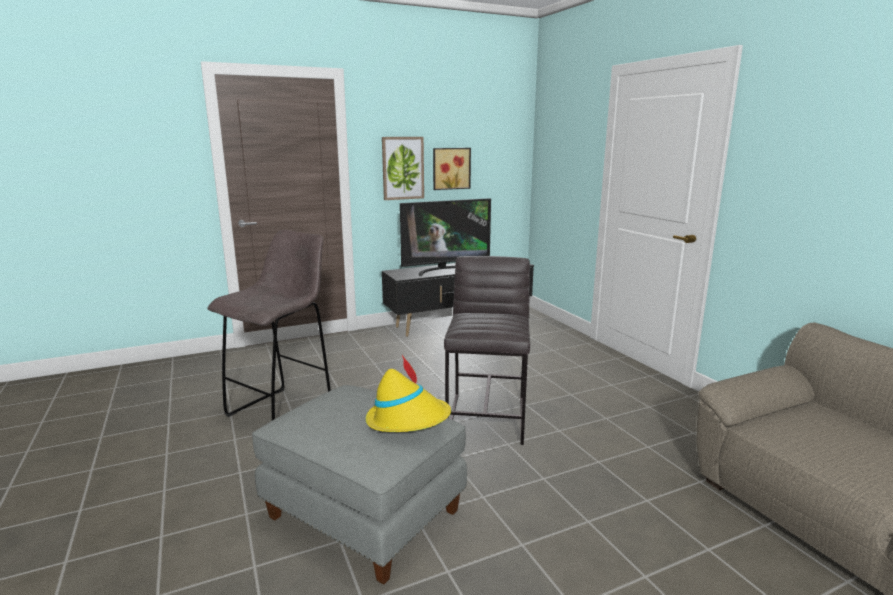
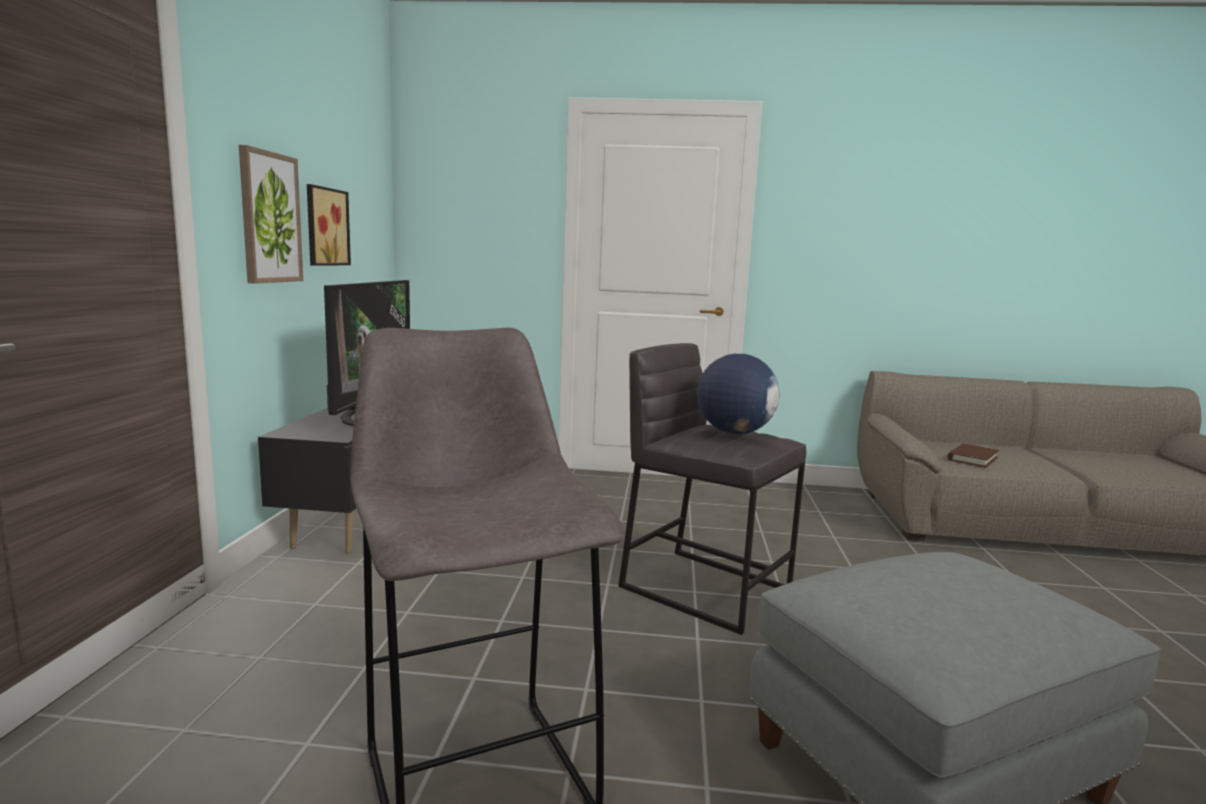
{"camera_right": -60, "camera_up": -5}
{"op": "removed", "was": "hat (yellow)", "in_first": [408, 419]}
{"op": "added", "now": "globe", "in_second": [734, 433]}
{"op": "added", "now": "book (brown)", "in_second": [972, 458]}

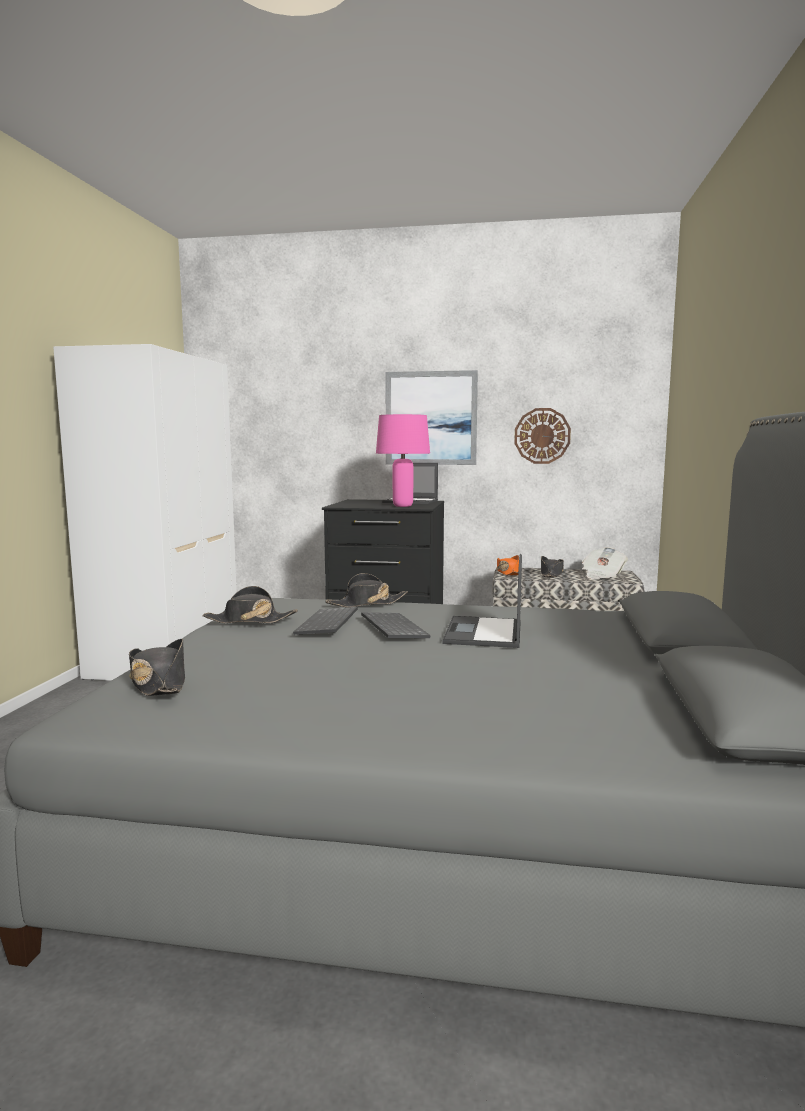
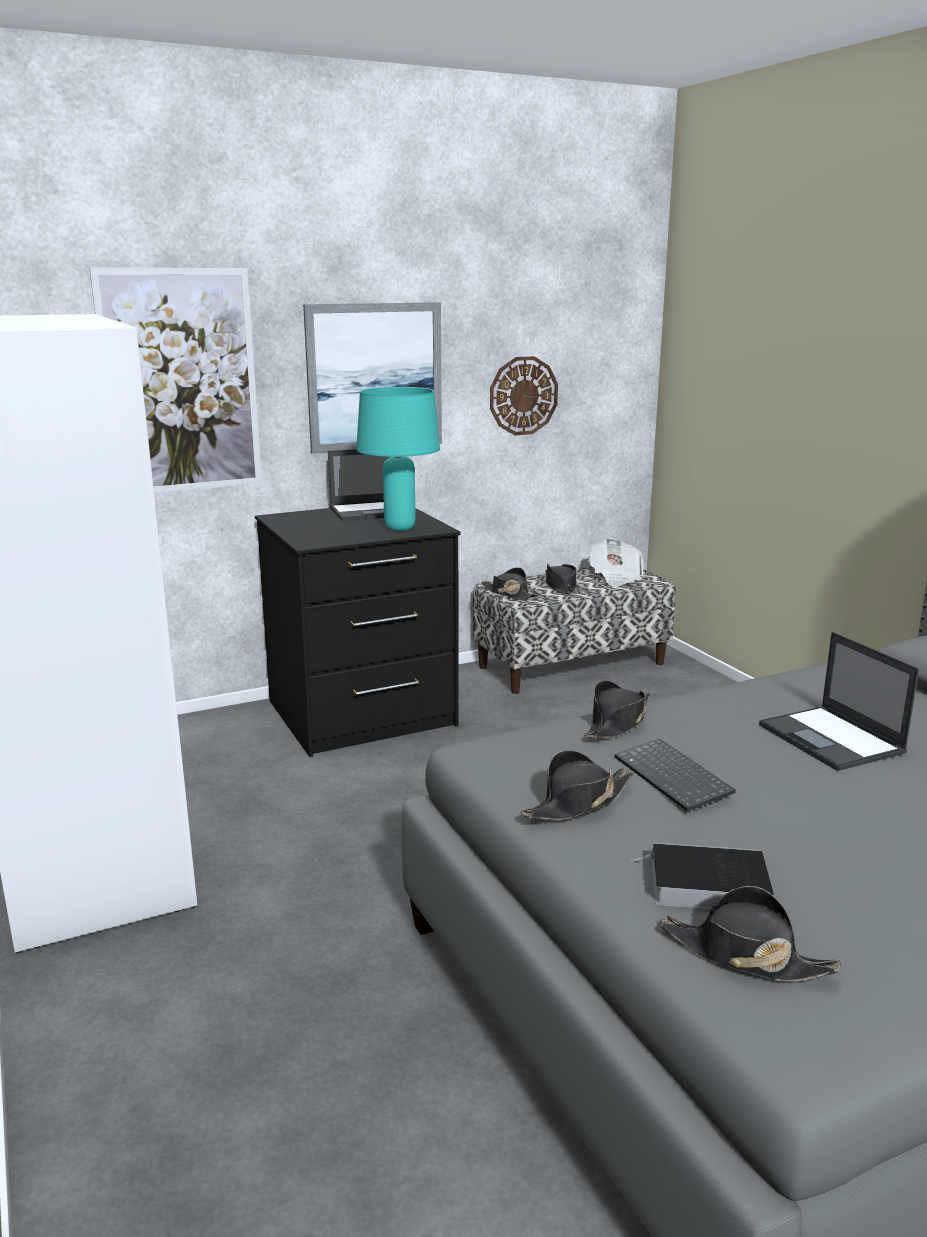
{"camera_right": -35, "camera_up": 10}
{"op": "removed", "was": "keyboard", "in_first": [391, 627]}
{"op": "added", "now": "picture", "in_second": [181, 382]}
{"op": "added", "now": "book", "in_second": [705, 885]}
{"op": "recoloured", "was": "table lamp (pink)", "now": "table lamp (turquoise)", "in_first": [402, 506], "in_second": [399, 528]}
{"op": "recoloured", "was": "hat (orange)", "now": "hat (black)", "in_first": [507, 572], "in_second": [509, 594]}

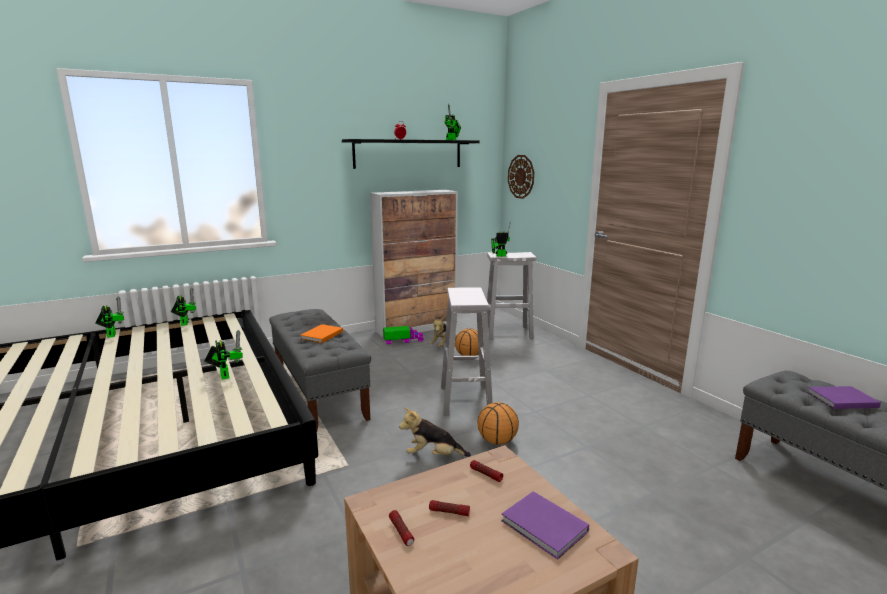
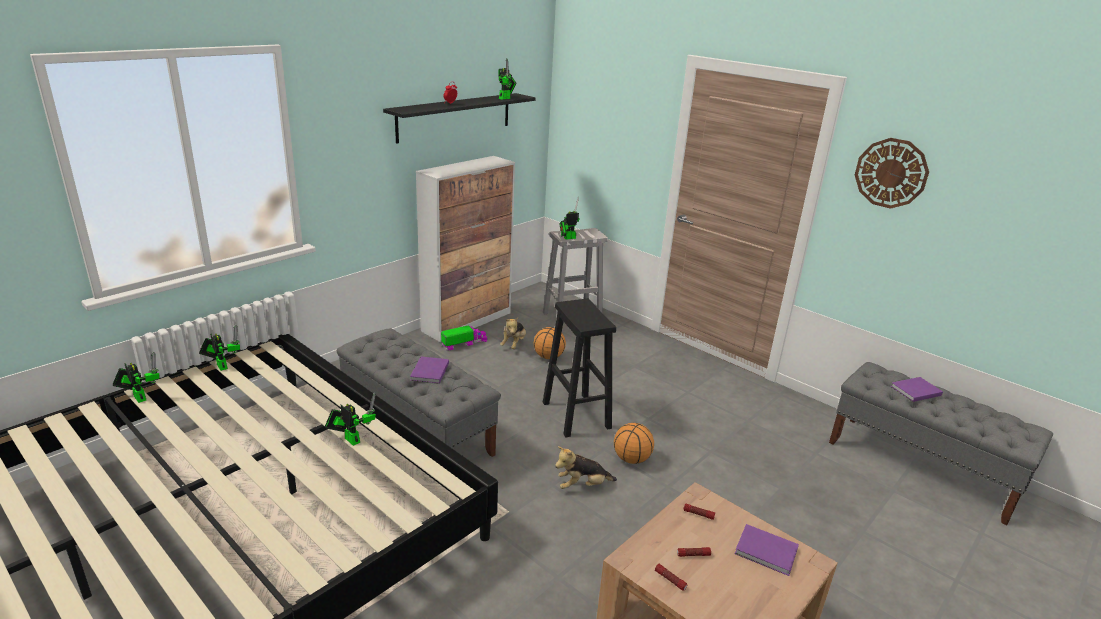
{"camera_right": -20, "camera_up": 10}
{"op": "moved", "was": "wall clock", "in_first": [521, 176], "in_second": [891, 173]}
{"op": "recoloured", "was": "book (orange)", "now": "book (purple)", "in_first": [321, 335], "in_second": [429, 372]}
{"op": "recoloured", "was": "stool (white)", "now": "stool (black)", "in_first": [465, 400], "in_second": [577, 416]}

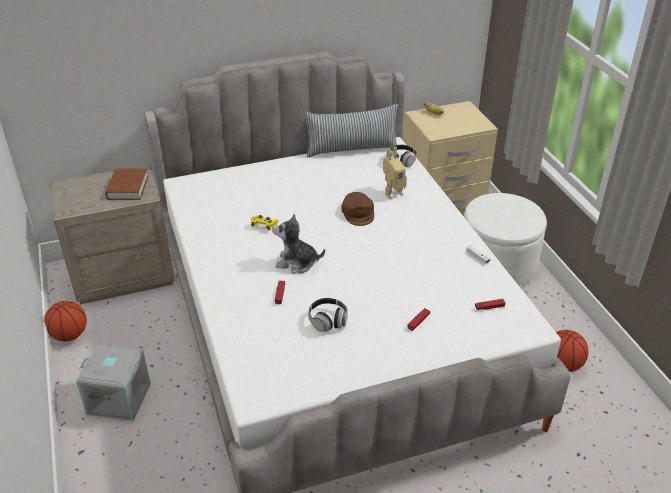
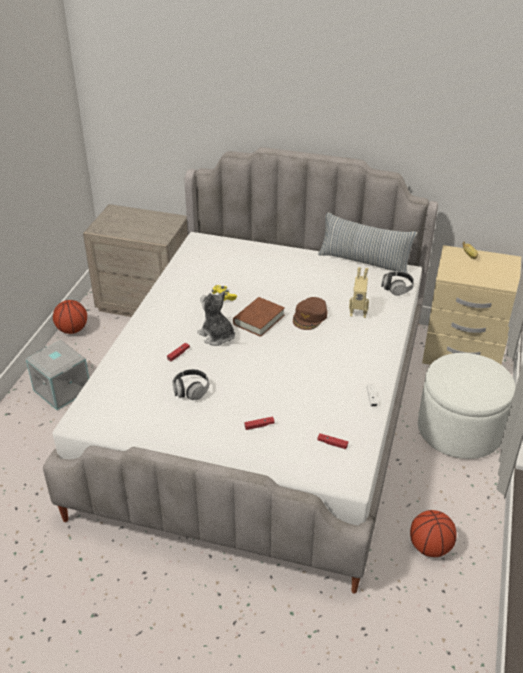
{"camera_right": 35, "camera_up": 0}
{"op": "moved", "was": "book (brown)", "in_first": [127, 188], "in_second": [259, 320]}

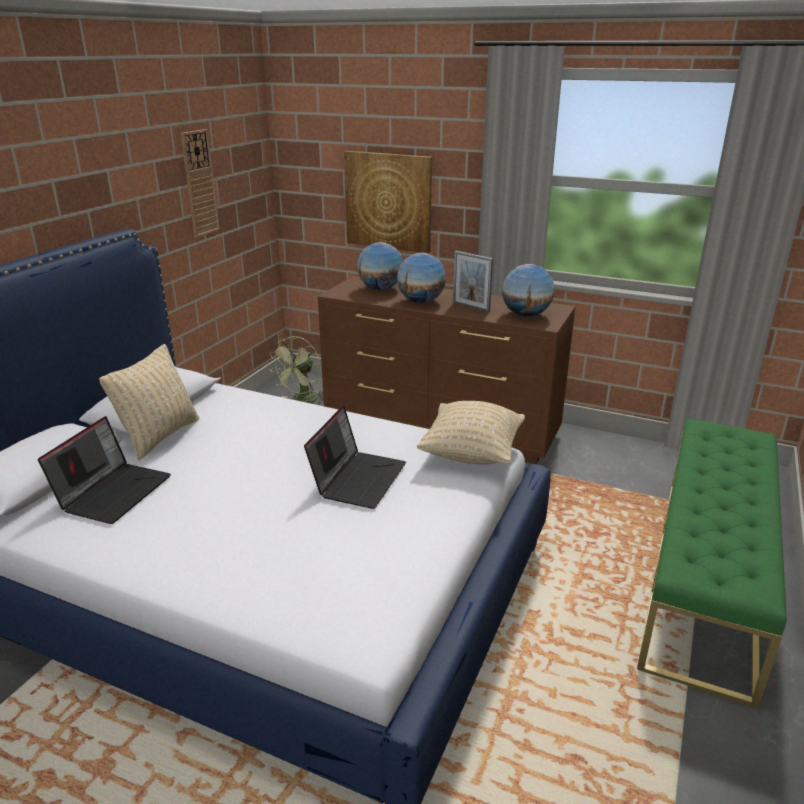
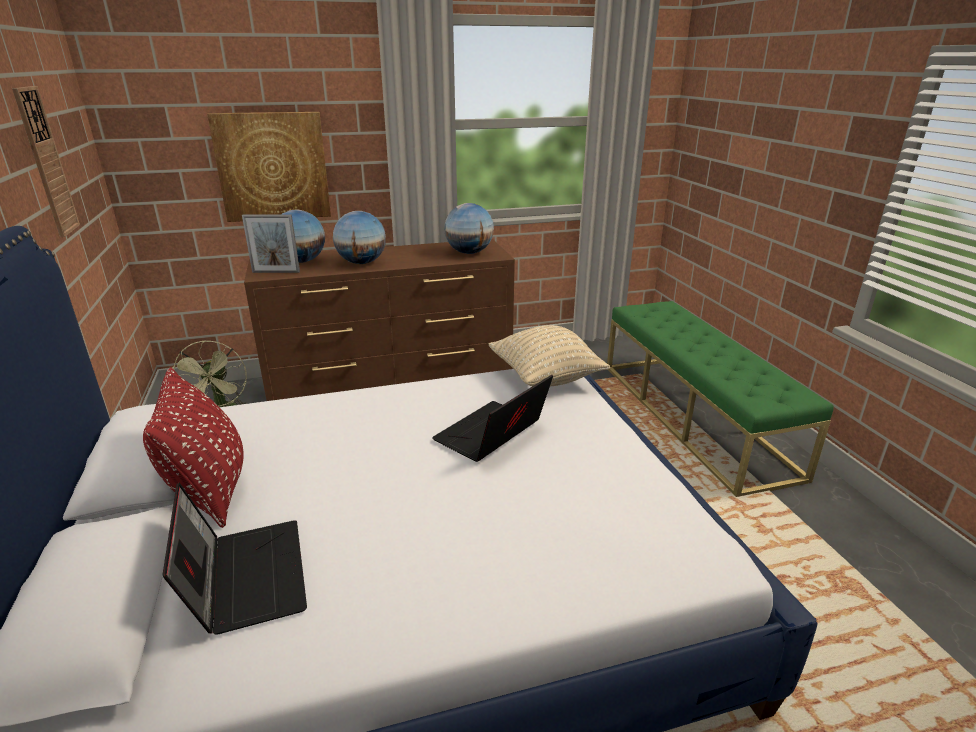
{"camera_right": -40, "camera_up": 0}
{"op": "moved", "was": "picture frame", "in_first": [471, 307], "in_second": [276, 272]}
{"op": "recoloured", "was": "pillow (beige)", "now": "pillow (red)", "in_first": [160, 436], "in_second": [210, 491]}
{"op": "turned", "was": "laptop", "in_first": [358, 478], "in_second": [492, 435], "clockwise": -120}

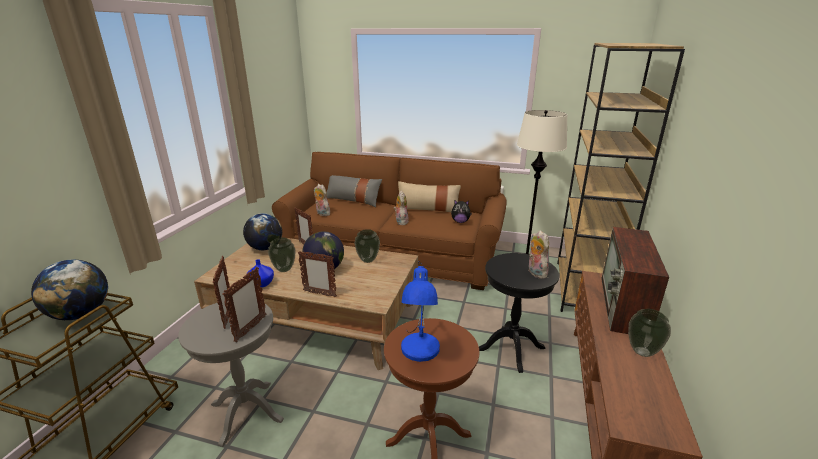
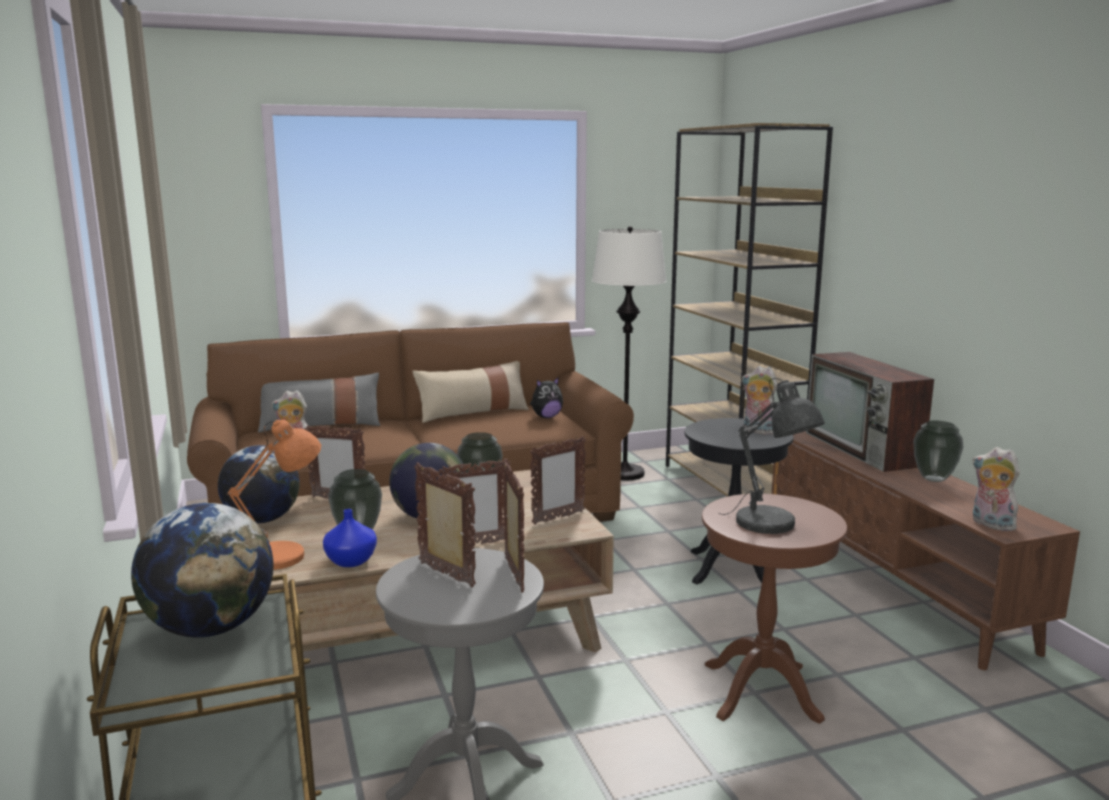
{"camera_right": -35, "camera_up": -10}
{"op": "added", "now": "table lamp (orange)", "in_second": [284, 556]}
{"op": "added", "now": "picture frame", "in_second": [558, 518]}
{"op": "moved", "was": "plush toy", "in_first": [401, 221], "in_second": [990, 524]}
{"op": "recoloured", "was": "table lamp (blue)", "now": "table lamp (grey)", "in_first": [419, 352], "in_second": [770, 525]}

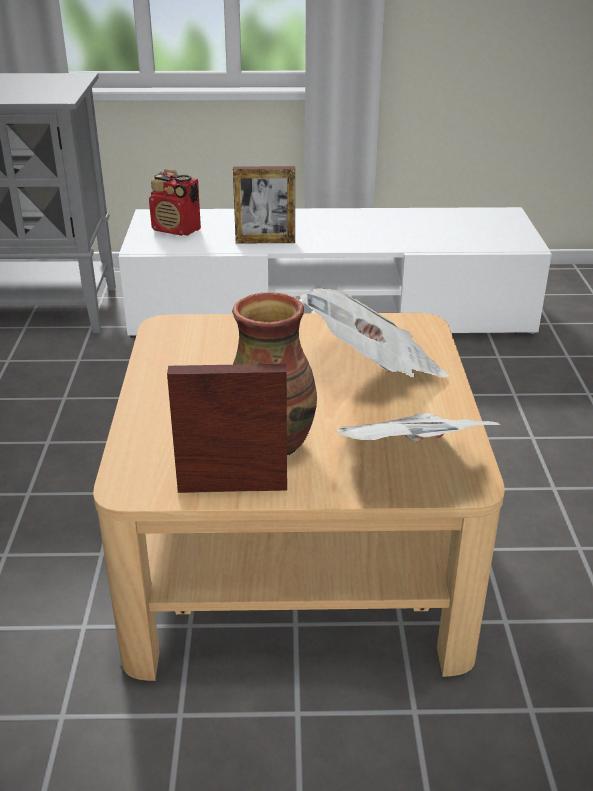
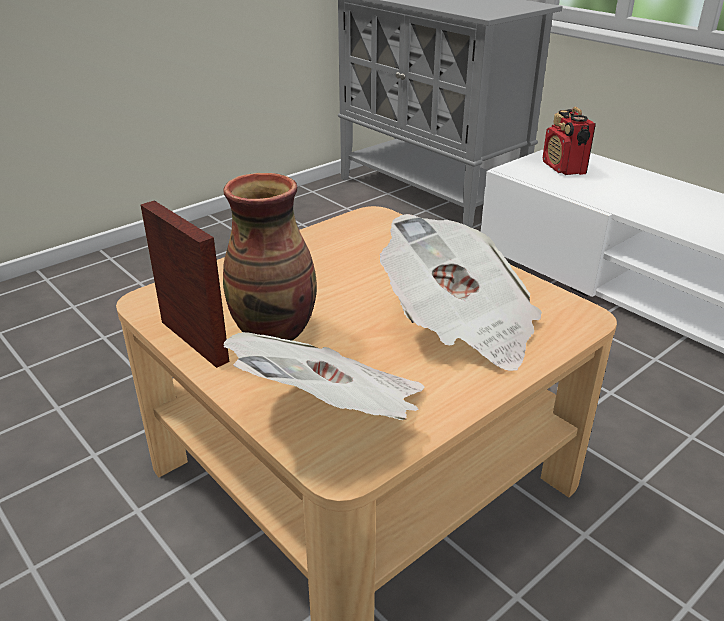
{"camera_right": 50, "camera_up": 0}
{"op": "removed", "was": "picture frame", "in_first": [265, 241]}

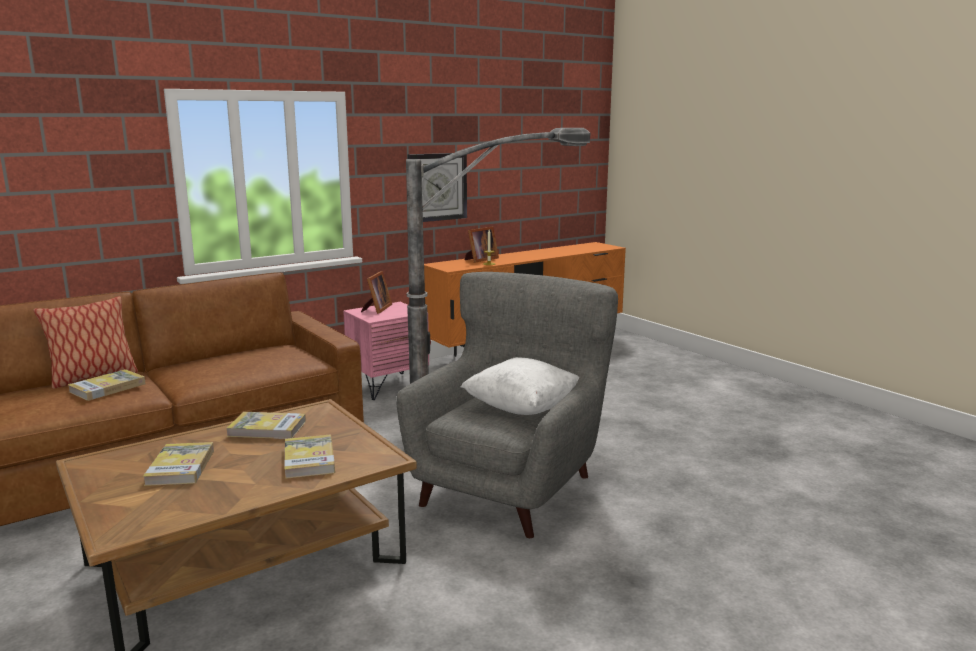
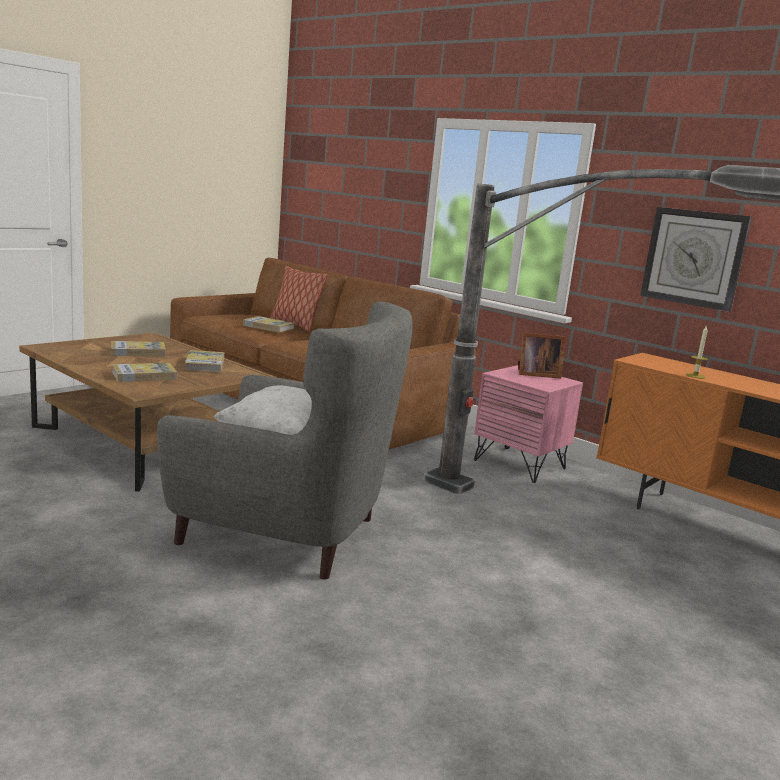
{"camera_right": 75, "camera_up": 0}
{"op": "removed", "was": "picture frame", "in_first": [480, 260]}

